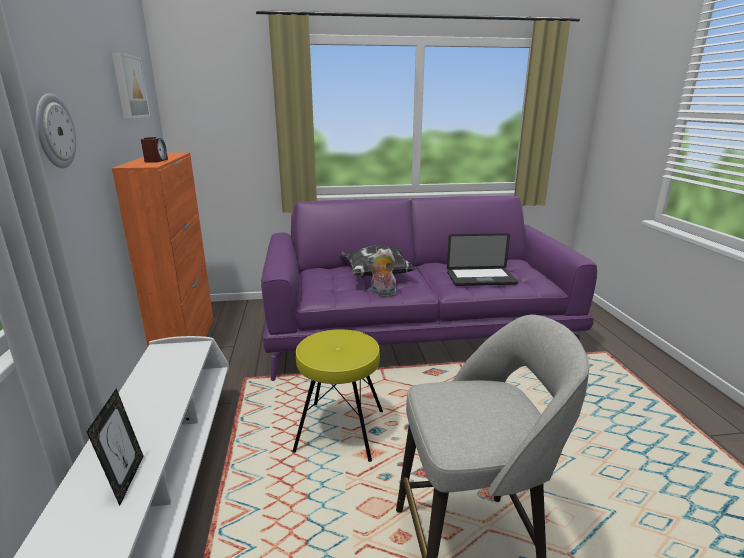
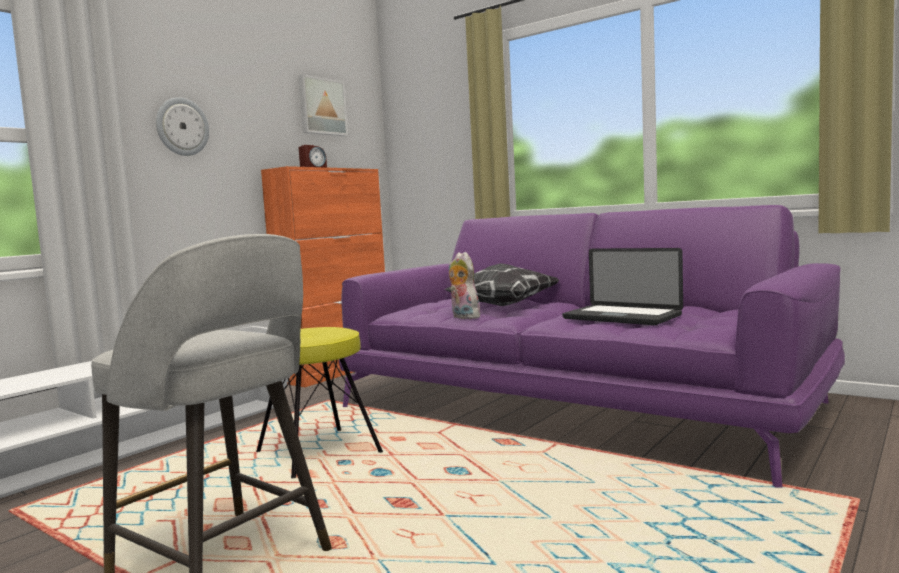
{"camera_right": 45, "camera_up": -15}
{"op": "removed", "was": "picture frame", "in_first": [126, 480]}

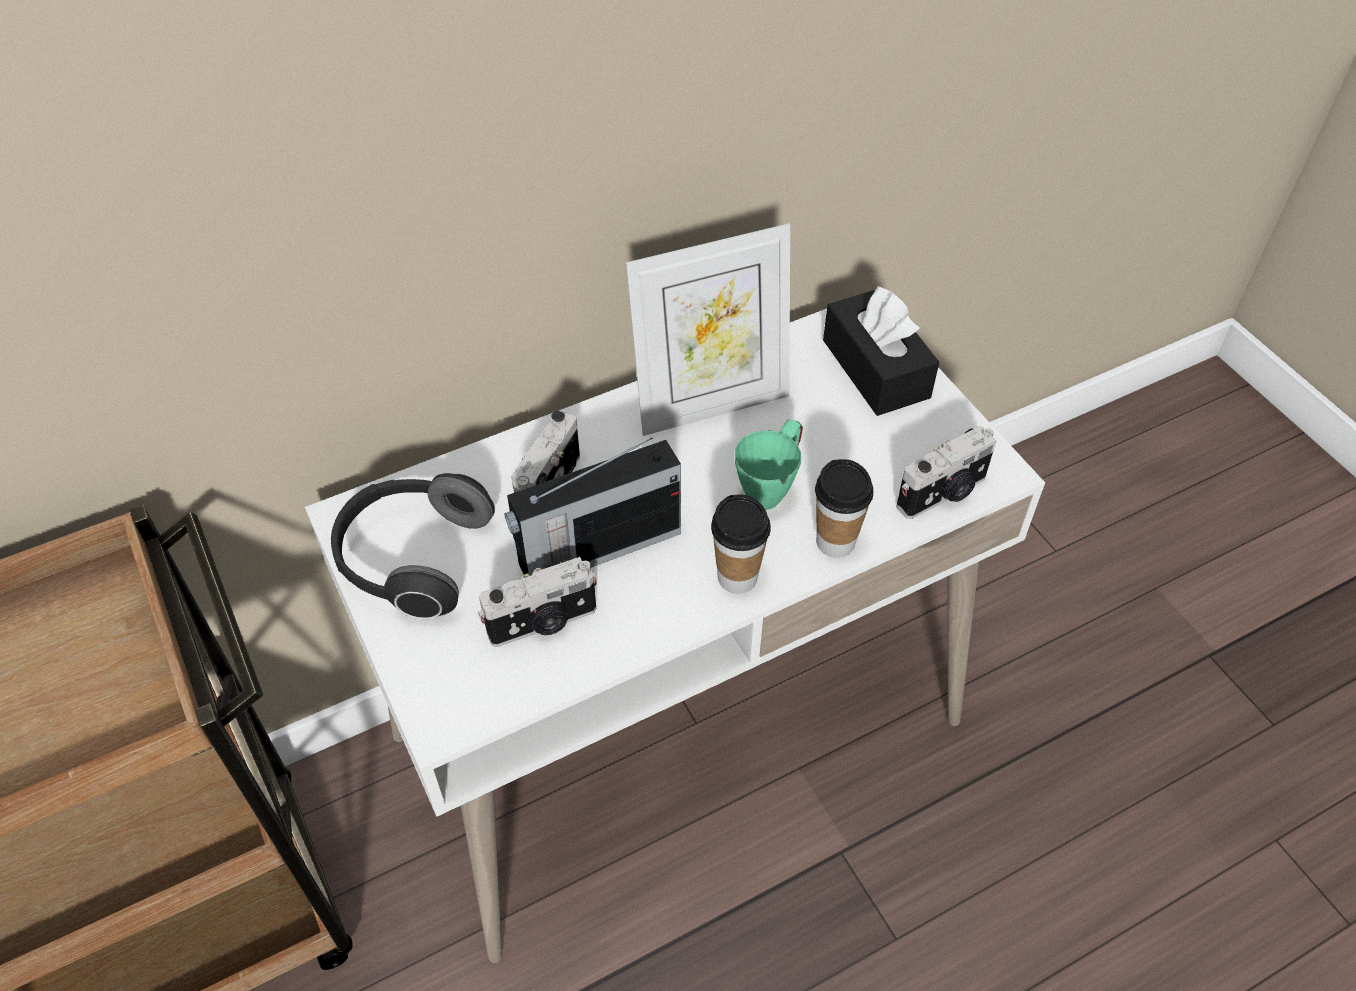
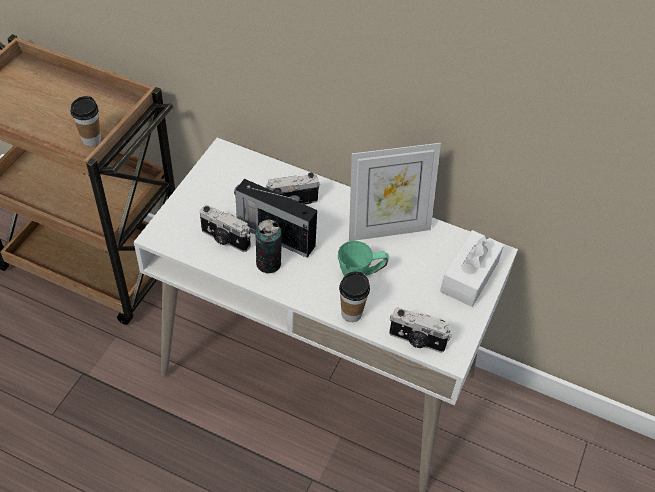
{"camera_right": 50, "camera_up": 0}
{"op": "removed", "was": "headphones", "in_first": [412, 559]}
{"op": "added", "now": "can", "in_second": [268, 263]}
{"op": "moved", "was": "cup", "in_first": [737, 577], "in_second": [91, 139]}
{"op": "recoloured", "was": "tissue box (black)", "now": "tissue box (white)", "in_first": [875, 369], "in_second": [469, 276]}
{"op": "turned", "was": "picture frame", "in_first": [711, 404], "in_second": [387, 228], "clockwise": -45}

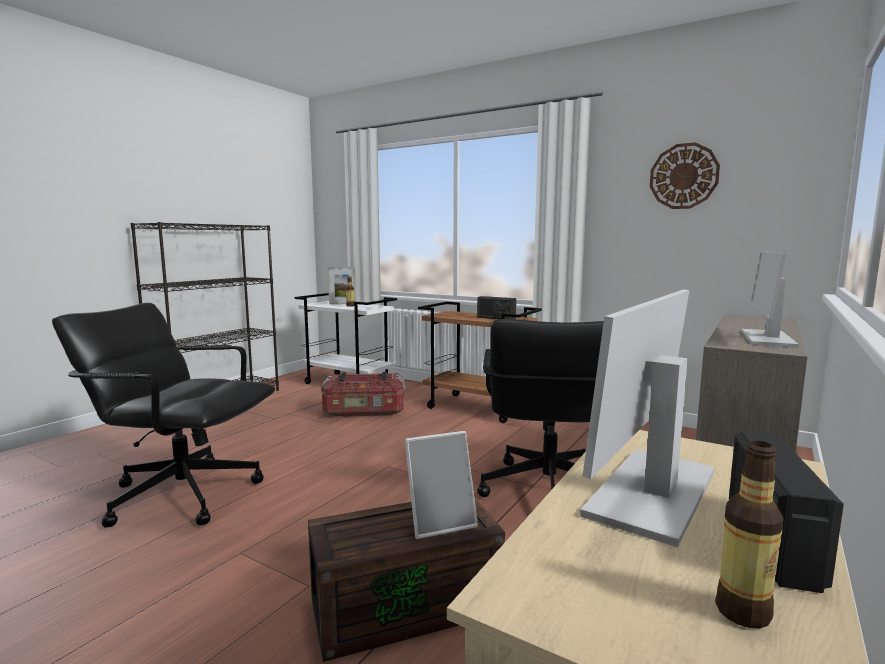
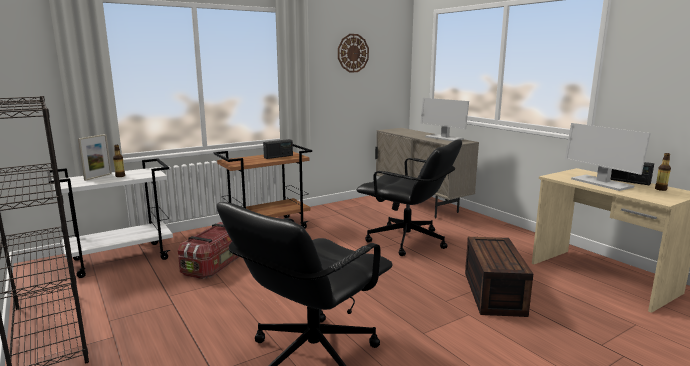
{"camera_right": -65, "camera_up": 5}
{"op": "removed", "was": "picture frame", "in_first": [440, 522]}

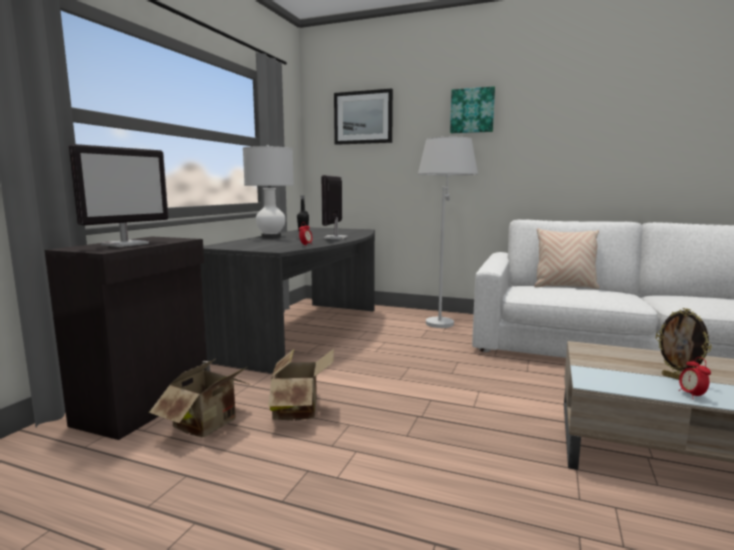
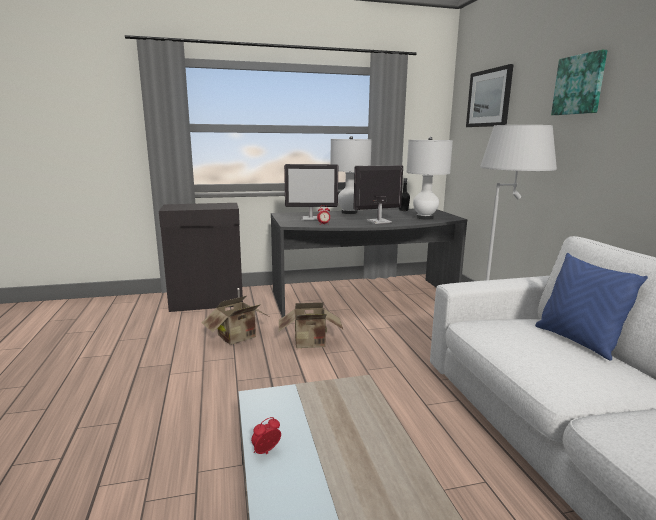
{"camera_right": 55, "camera_up": 5}
{"op": "removed", "was": "picture frame", "in_first": [678, 379]}
{"op": "added", "now": "table lamp (white)", "in_second": [424, 218]}
{"op": "moved", "was": "monitor", "in_first": [126, 244], "in_second": [311, 219]}
{"op": "moved", "was": "cardboard box", "in_first": [209, 425], "in_second": [311, 344]}
{"op": "recoloured", "was": "pillow (beige)", "now": "pillow (blue)", "in_first": [564, 286], "in_second": [577, 341]}

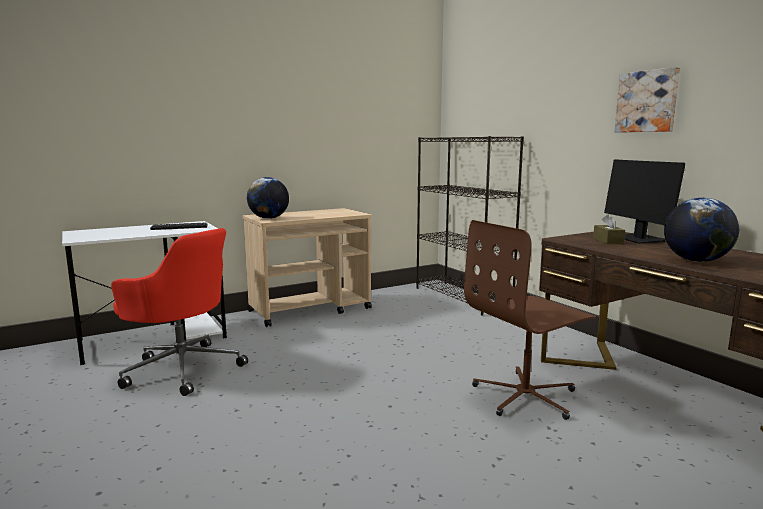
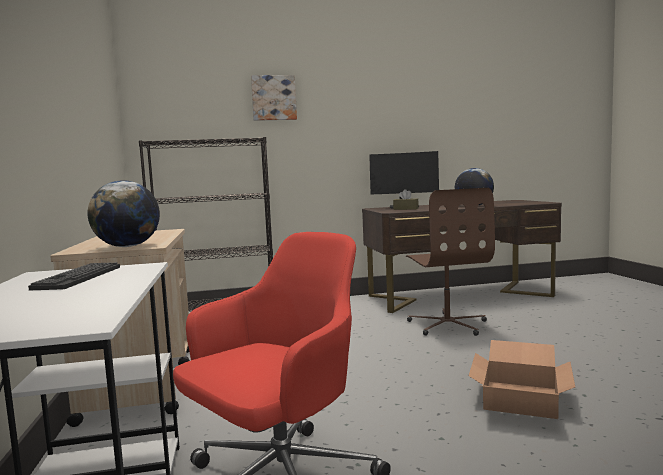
{"camera_right": -70, "camera_up": -5}
{"op": "added", "now": "cardboard box", "in_second": [519, 398]}
{"op": "moved", "was": "picture", "in_first": [647, 101], "in_second": [273, 98]}

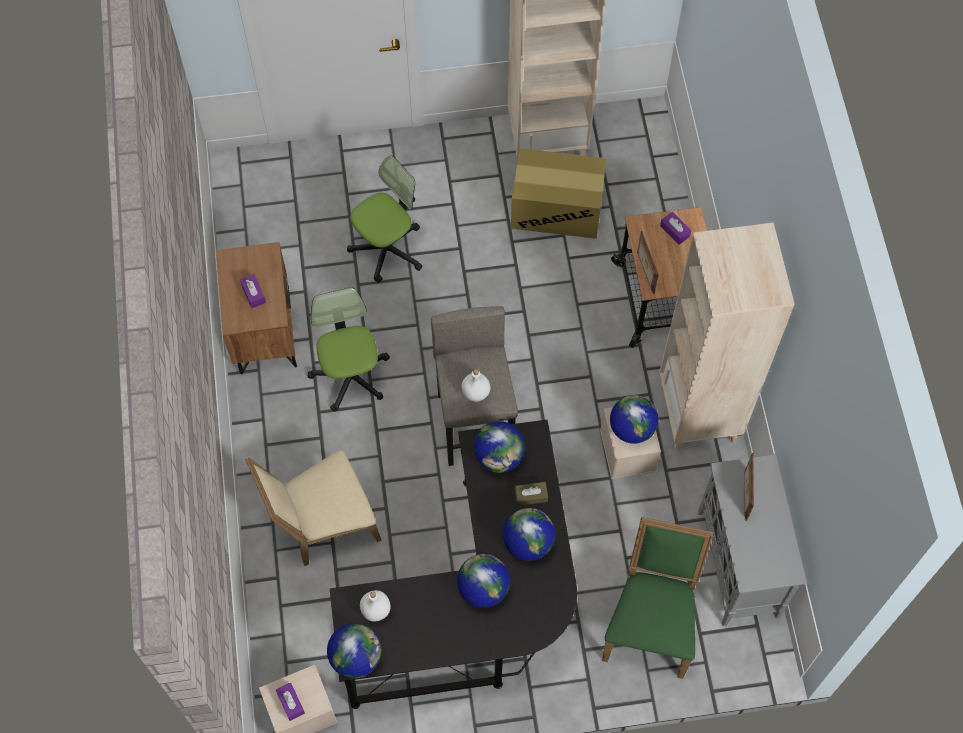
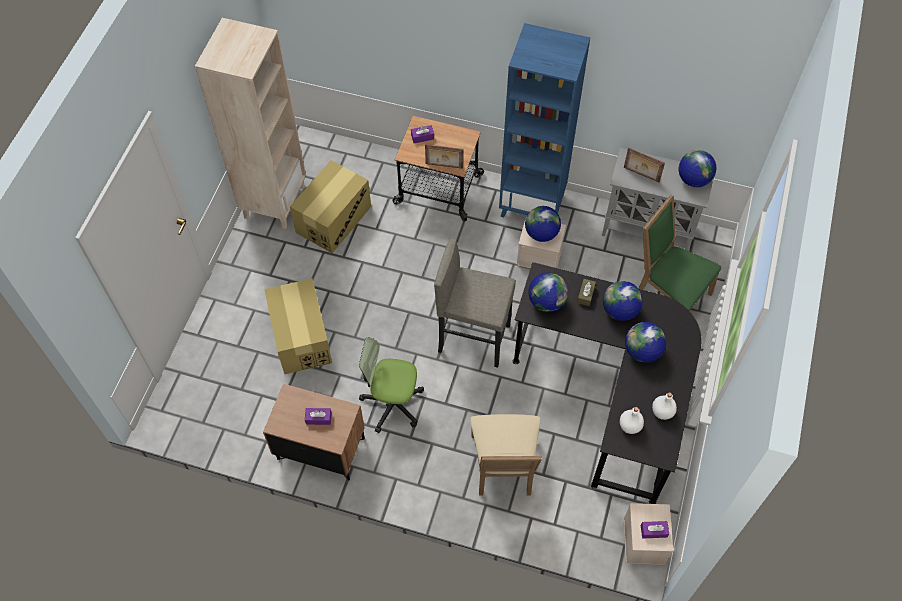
{"camera_right": -65, "camera_up": -5}
{"op": "moved", "was": "globe", "in_first": [356, 657], "in_second": [693, 179]}
{"op": "moved", "was": "bottle (white)", "in_first": [476, 392], "in_second": [662, 411]}
{"op": "replaced", "was": "office chair", "now": "cardboard box", "in_first": [387, 249], "in_second": [301, 337]}
{"op": "recoloured", "was": "bookcase (beige)", "now": "bookcase (blue)", "in_first": [698, 413], "in_second": [532, 205]}

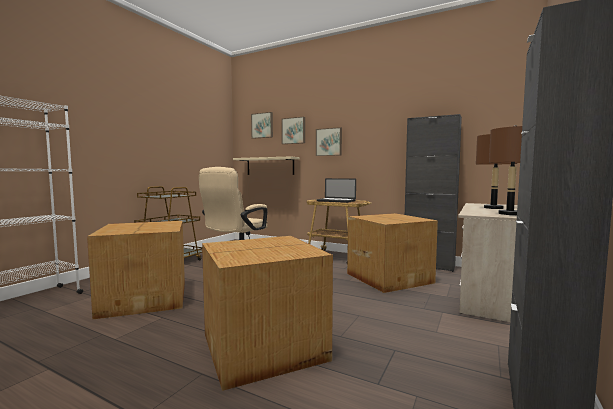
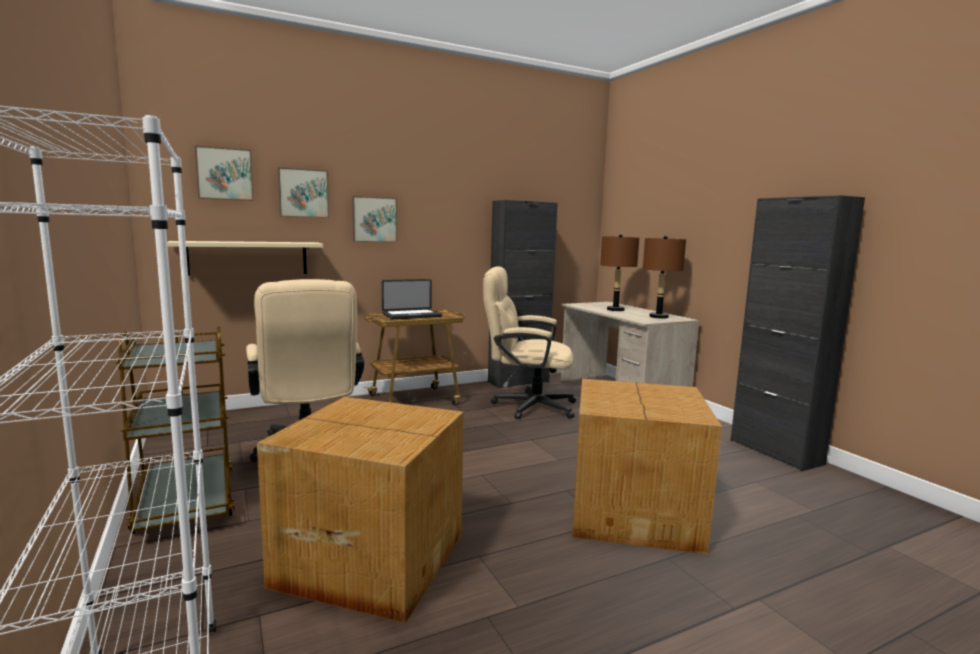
{"camera_right": -55, "camera_up": 5}
{"op": "replaced", "was": "cardboard box", "now": "office chair (beige)", "in_first": [389, 277], "in_second": [526, 406]}

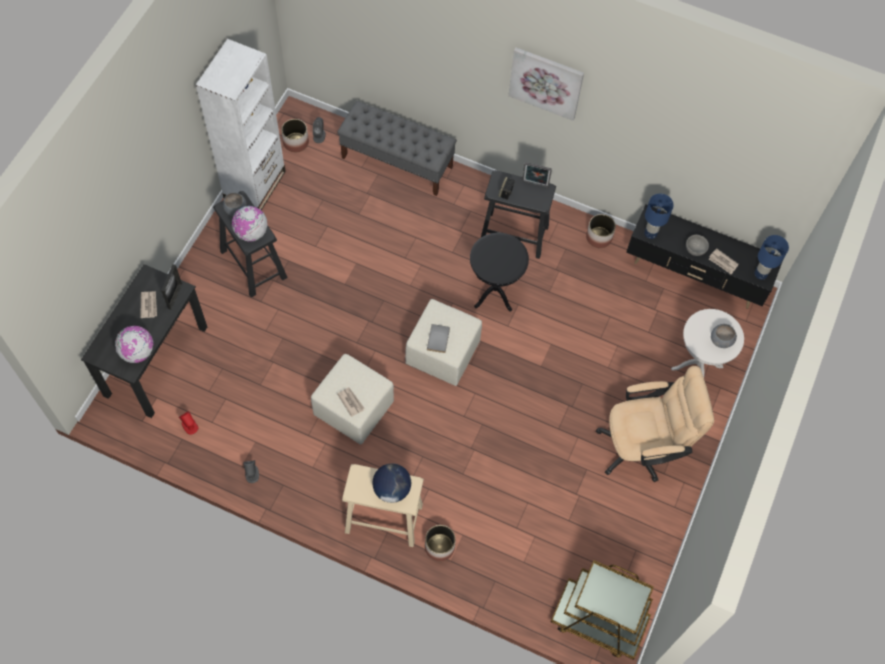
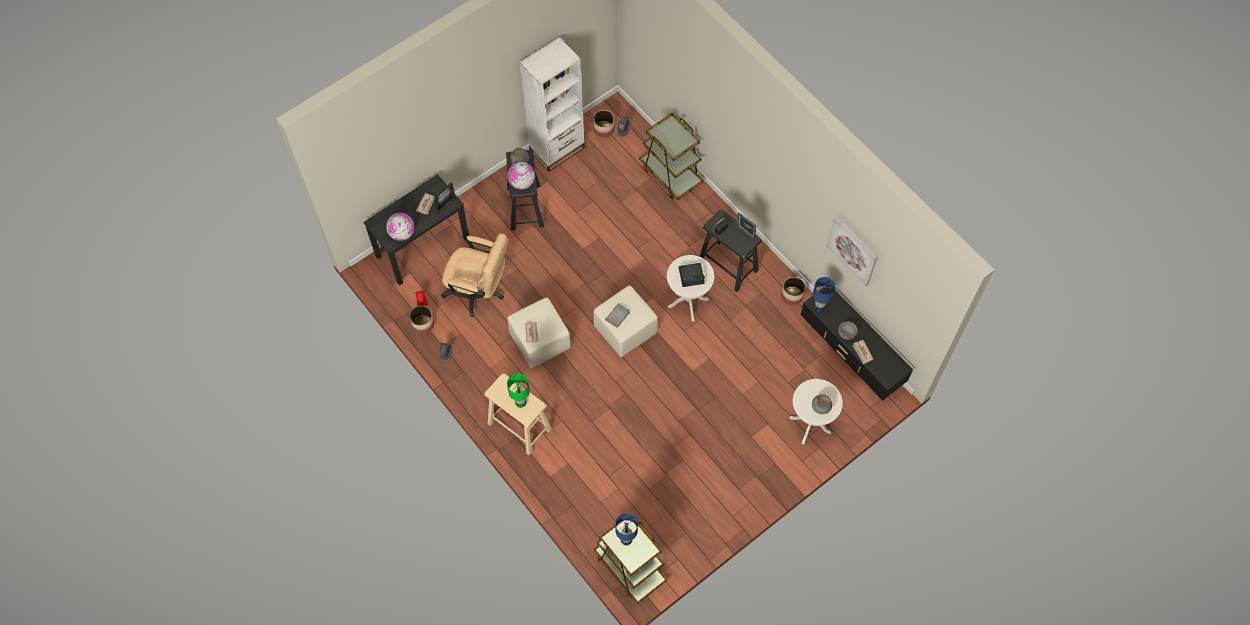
{"camera_right": 30, "camera_up": 0}
{"op": "added", "now": "alarm clock", "in_second": [691, 276]}
{"op": "moved", "was": "planter", "in_first": [439, 547], "in_second": [423, 324]}
{"op": "moved", "was": "picture", "in_first": [546, 82], "in_second": [853, 249]}
{"op": "moved", "was": "office chair (beige)", "in_first": [643, 447], "in_second": [479, 291]}
{"op": "moved", "was": "table lamp (blue)", "in_first": [760, 274], "in_second": [626, 539]}
{"op": "replaced", "was": "bench (grey)", "now": "cart (brown)", "in_first": [397, 162], "in_second": [671, 174]}
{"op": "replaced", "was": "globe", "now": "table lamp (green)", "in_first": [391, 489], "in_second": [520, 402]}
{"op": "recoloured", "was": "side table (black)", "now": "side table (white)", "in_first": [494, 293], "in_second": [688, 303]}

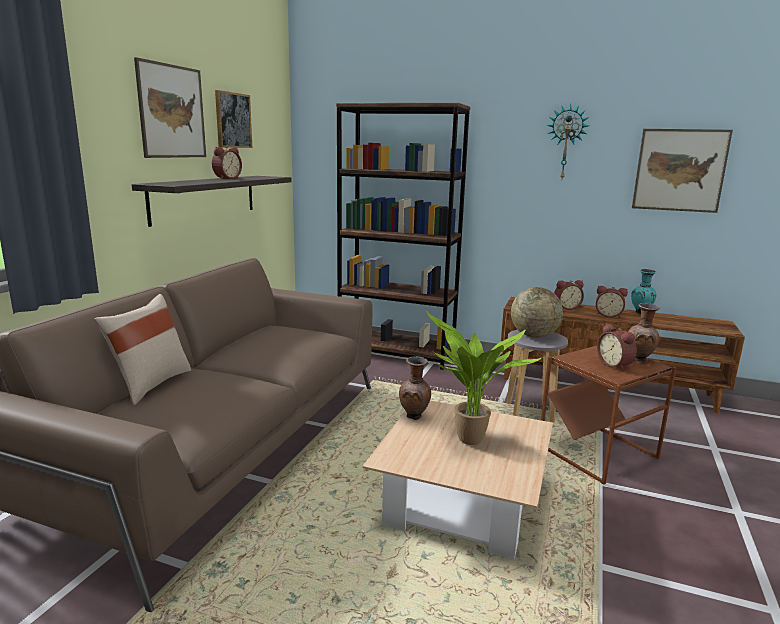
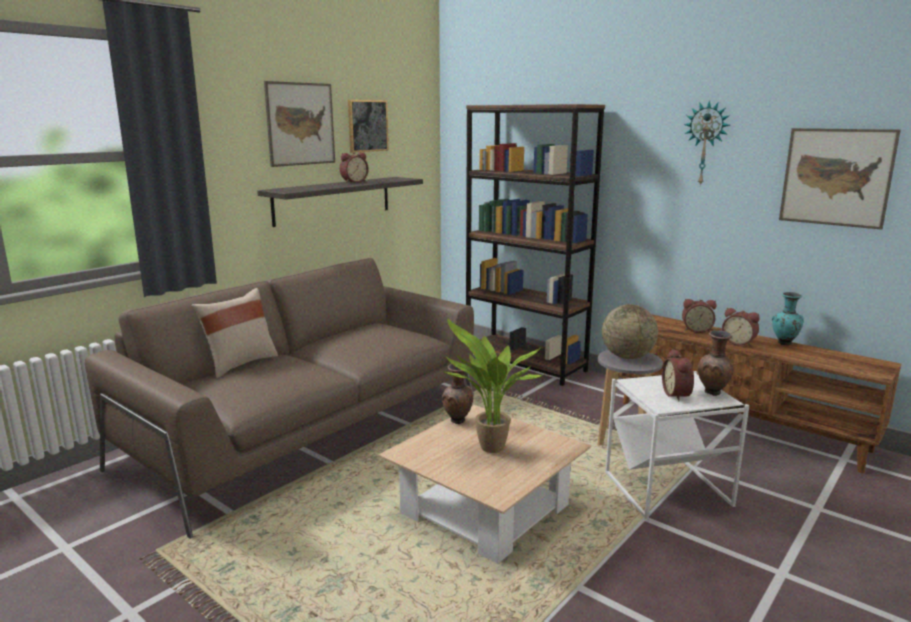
{"camera_right": 20, "camera_up": 0}
{"op": "recoloured", "was": "side table (brown)", "now": "side table (white)", "in_first": [598, 453], "in_second": [668, 490]}

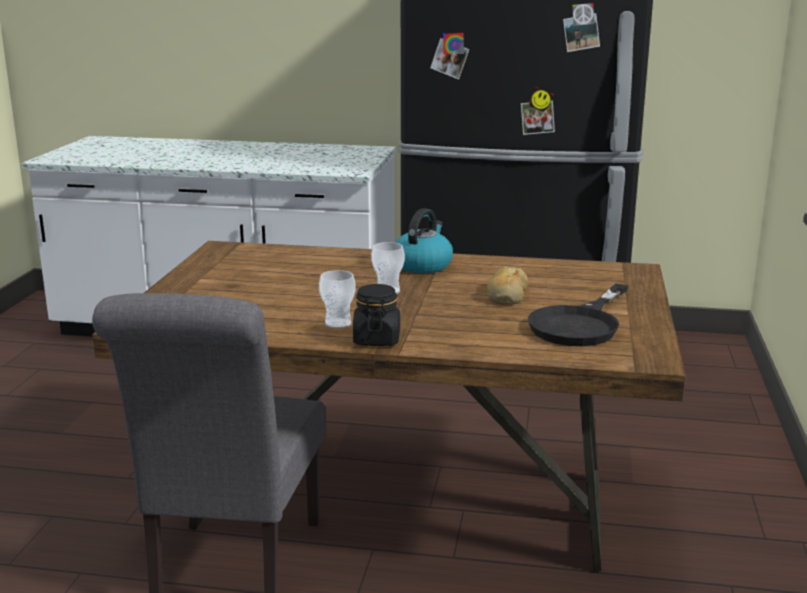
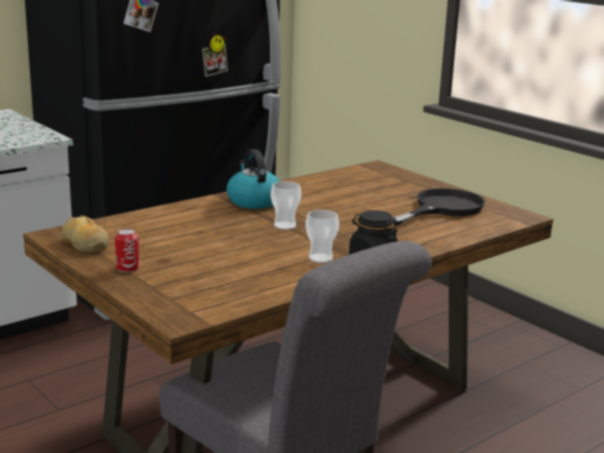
{"camera_right": -50, "camera_up": 0}
{"op": "added", "now": "can", "in_second": [127, 268]}
{"op": "moved", "was": "bread", "in_first": [507, 295], "in_second": [85, 244]}
{"op": "turned", "was": "frying pan (black)", "in_first": [580, 324], "in_second": [441, 208], "clockwise": -120}

